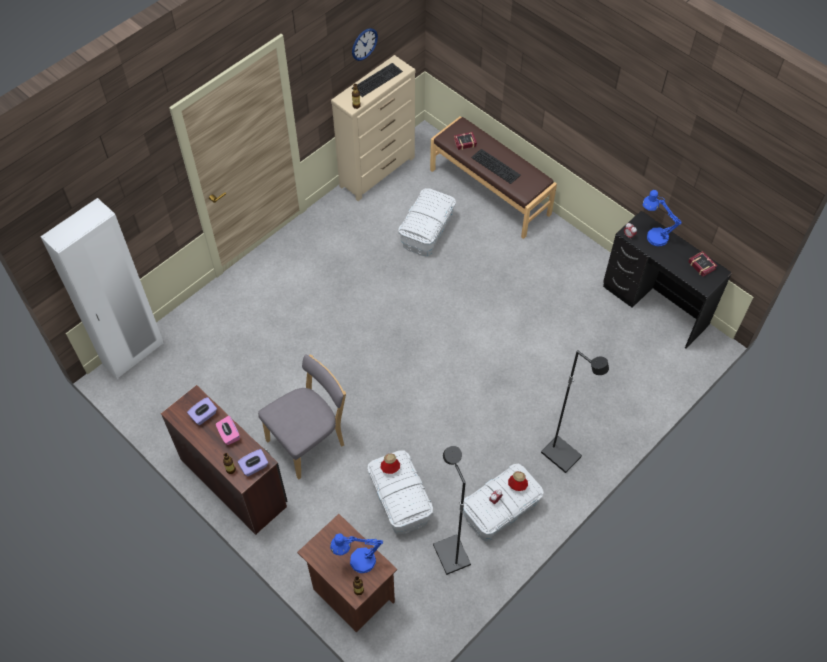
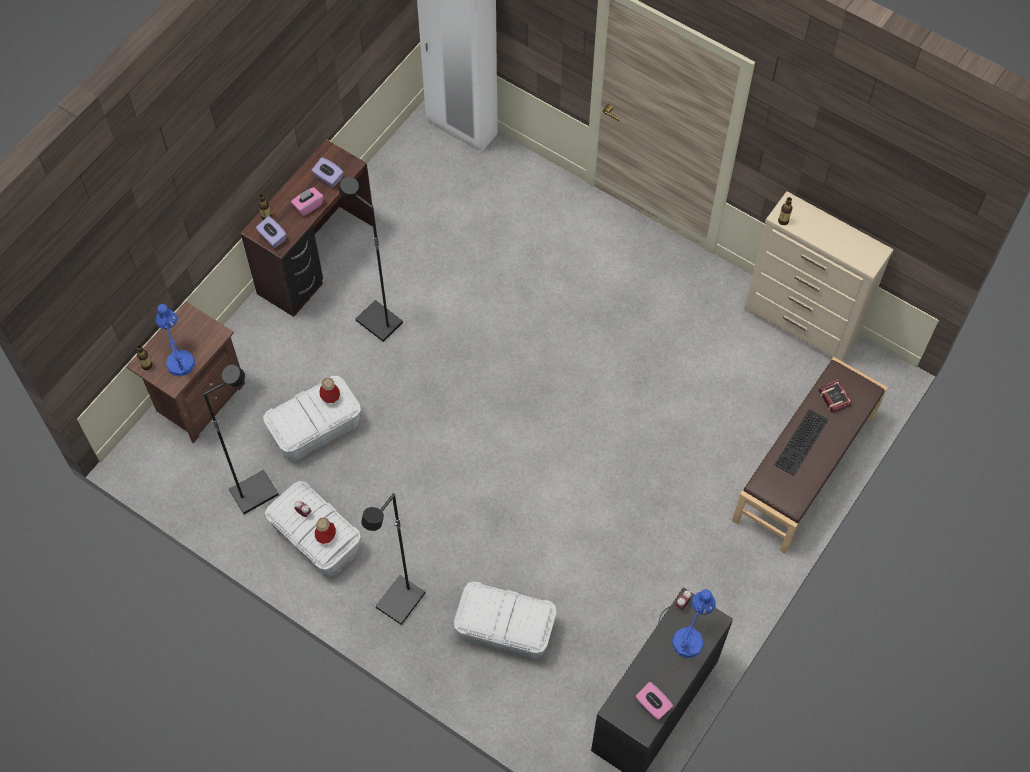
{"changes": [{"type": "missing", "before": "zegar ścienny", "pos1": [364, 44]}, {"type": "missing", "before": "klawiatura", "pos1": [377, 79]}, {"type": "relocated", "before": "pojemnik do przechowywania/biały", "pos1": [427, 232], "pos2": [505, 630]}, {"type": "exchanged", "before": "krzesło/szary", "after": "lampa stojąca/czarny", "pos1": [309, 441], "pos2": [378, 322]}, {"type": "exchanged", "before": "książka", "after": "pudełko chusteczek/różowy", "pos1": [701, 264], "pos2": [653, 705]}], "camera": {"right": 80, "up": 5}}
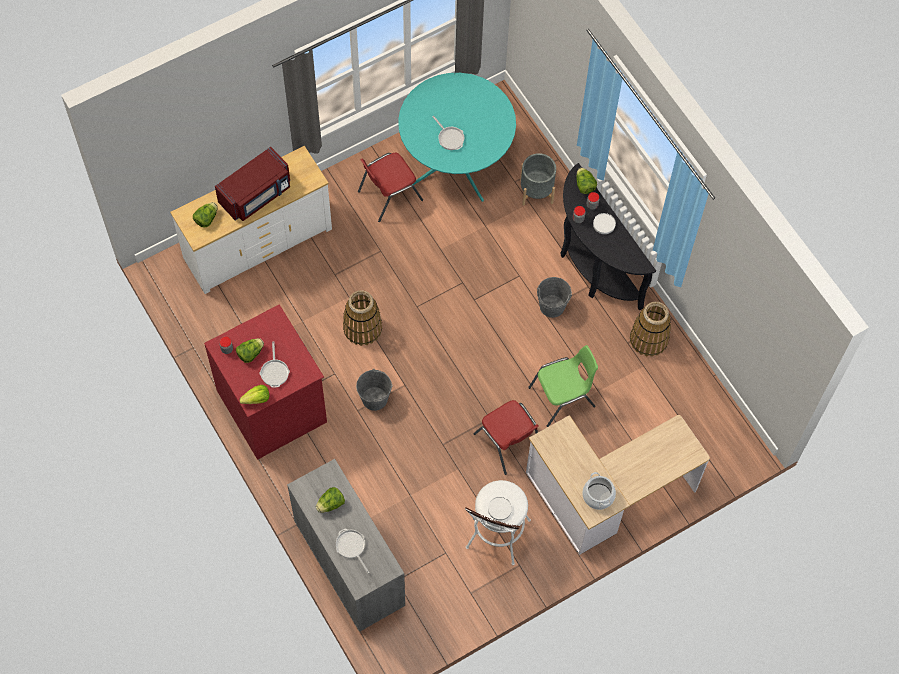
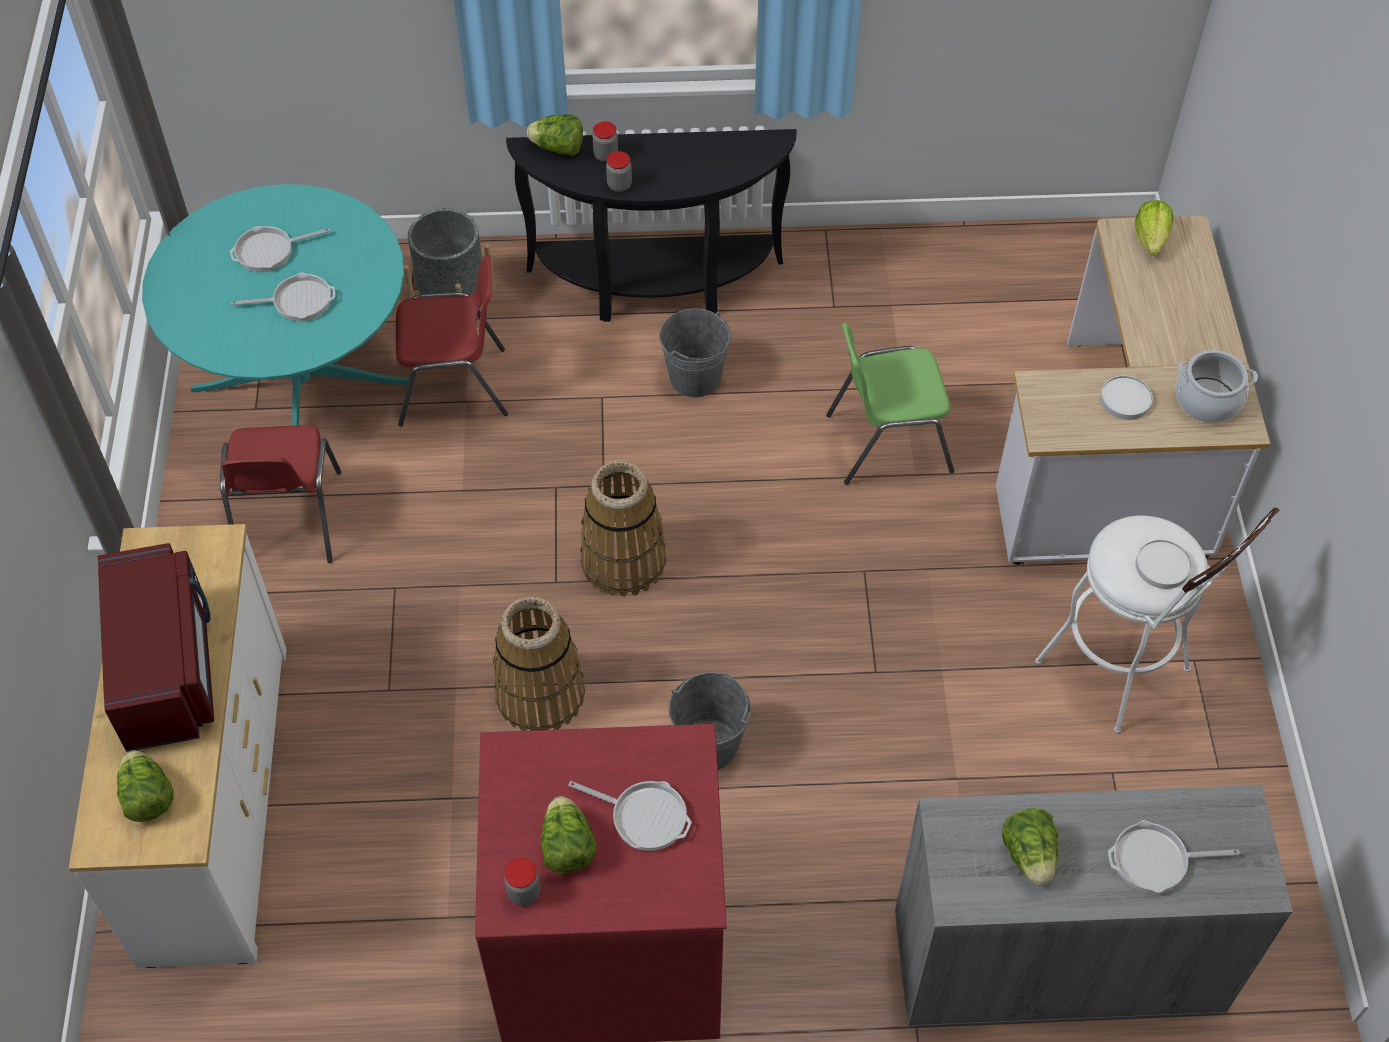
{"changes": [{"type": "appeared", "after": "patelnia", "pos2": [269, 251]}, {"type": "relocated", "before": "sałata", "pos1": [257, 399], "pos2": [1151, 239]}, {"type": "relocated", "before": "krzesło/czerwony", "pos1": [508, 443], "pos2": [454, 386]}, {"type": "relocated", "before": "talerz/biały", "pos1": [604, 224], "pos2": [1125, 399]}, {"type": "relocated", "before": "koszyk", "pos1": [649, 339], "pos2": [623, 561]}, {"type": "spun", "before": "krzesło/zielony", "pos1": [563, 397], "pos2": [886, 442], "turn": -105}], "camera": {"right": -60, "up": -10}}
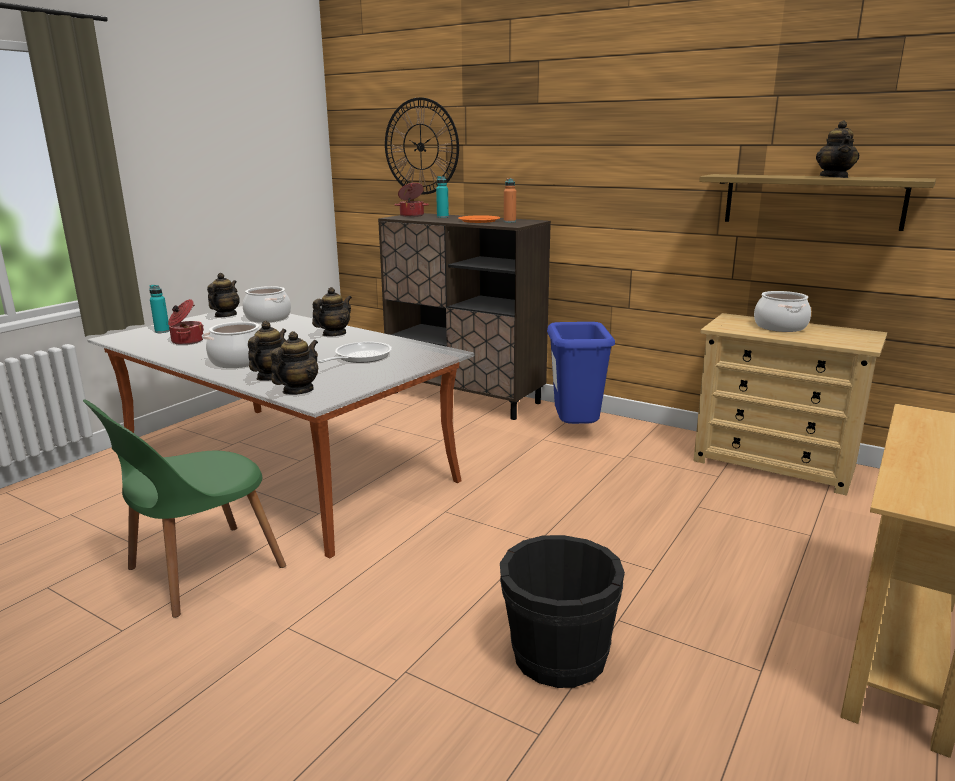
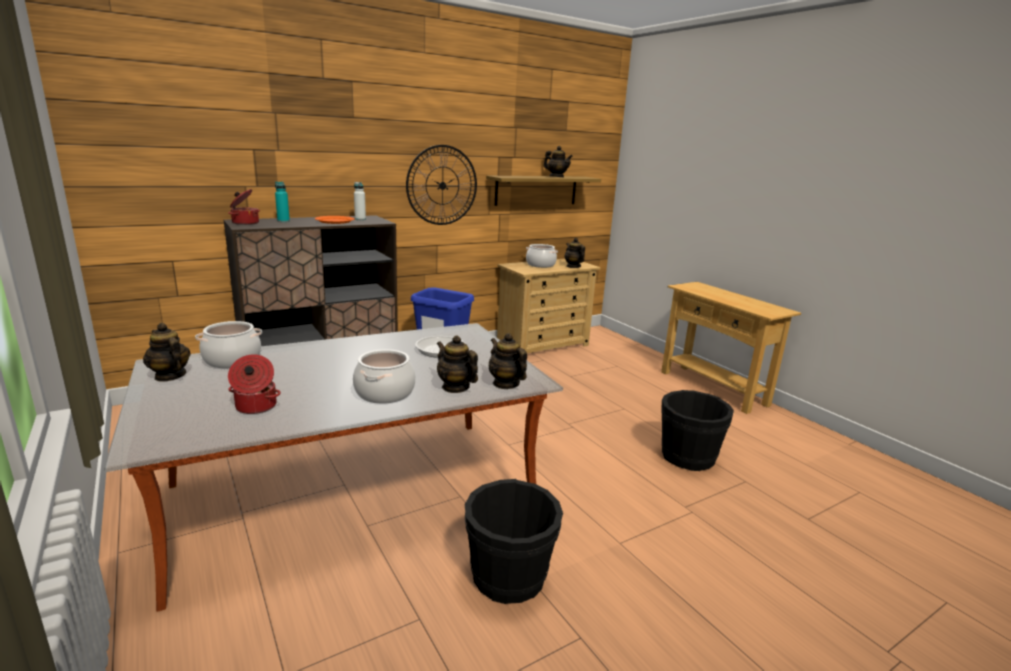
{"changes": [{"type": "missing", "before": "butelka/turkusowy", "pos1": [162, 331]}, {"type": "relocated", "before": "imbryk", "pos1": [334, 334], "pos2": [573, 266]}, {"type": "relocated", "before": "zegar ścienny", "pos1": [421, 147], "pos2": [442, 185]}, {"type": "exchanged", "before": "krzesło/zielony", "after": "wiadro/czarny", "pos1": [199, 570], "pos2": [509, 577]}, {"type": "colour", "before": "butelka/pomarańczowy", "after": "butelka/biały", "pos1": [509, 221], "pos2": [360, 219]}], "camera": {"right": -65, "up": 0}}
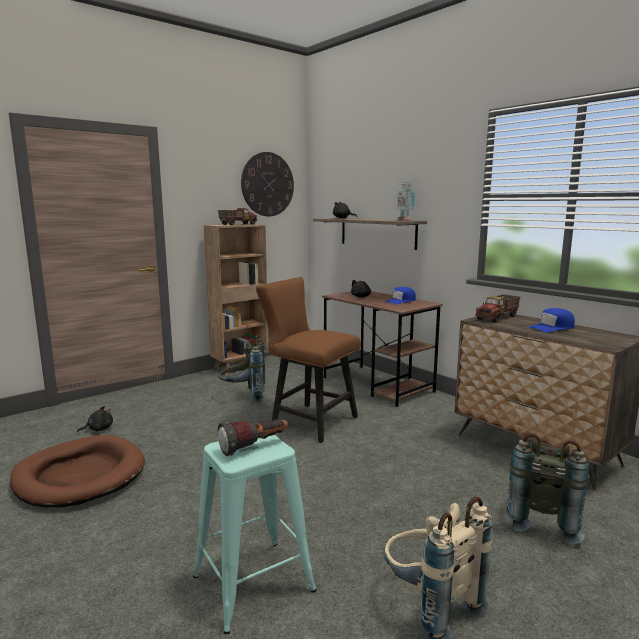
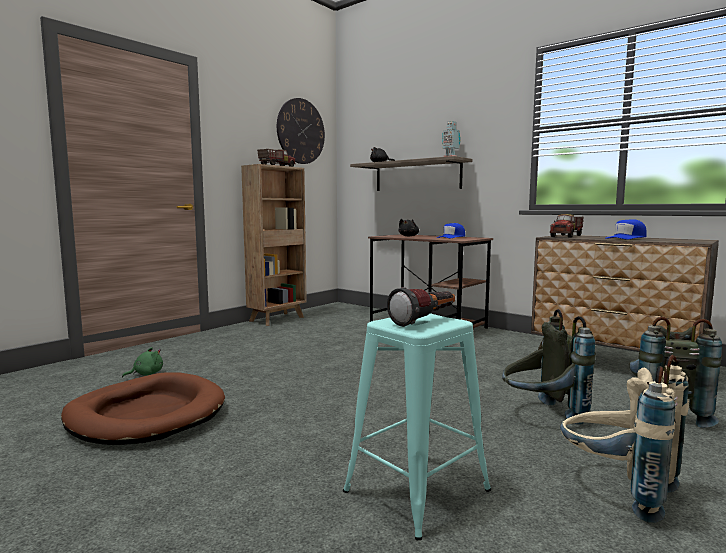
{"changes": [{"type": "missing", "before": "krzesło/brązowy", "pos1": [309, 420]}, {"type": "relocated", "before": "plecak/szary", "pos1": [244, 396], "pos2": [541, 415]}, {"type": "colour", "before": "pluszak/czarny", "after": "pluszak/zielony", "pos1": [98, 429], "pos2": [146, 374]}], "camera": {"right": -10, "up": -5}}
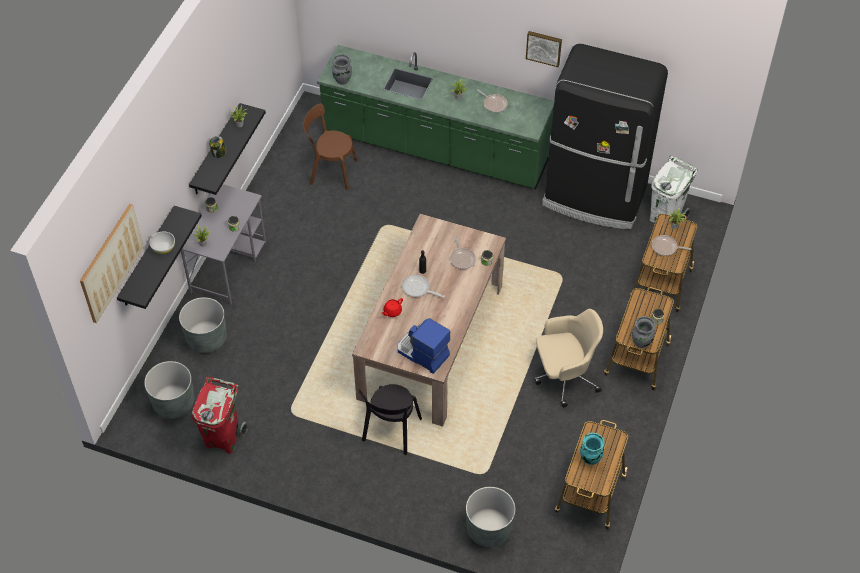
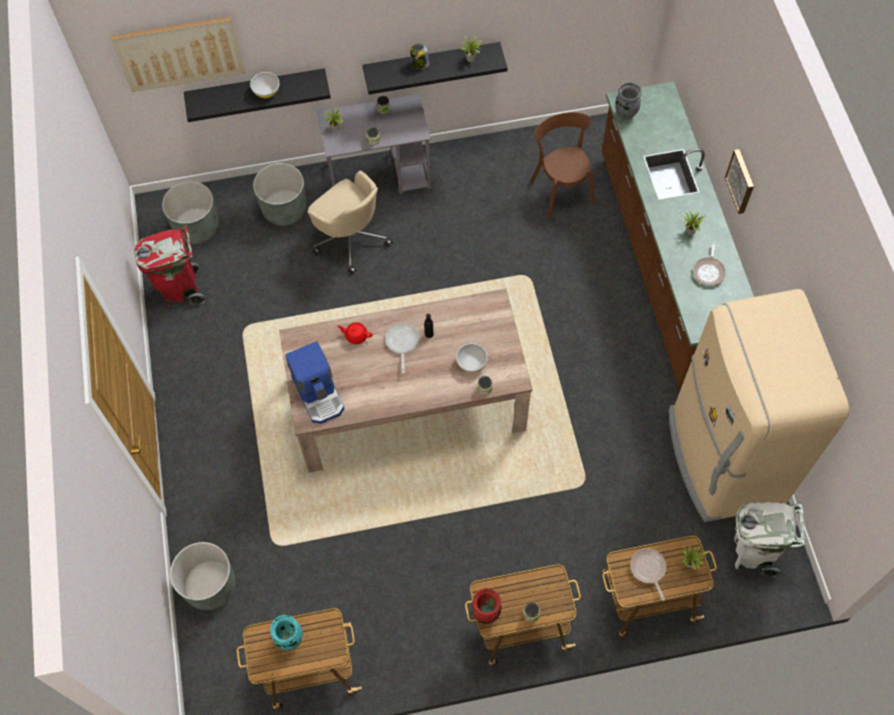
{"changes": [{"type": "missing", "before": "krzesło/czarny", "pos1": [391, 432]}, {"type": "relocated", "before": "obraz", "pos1": [544, 47], "pos2": [741, 181]}, {"type": "relocated", "before": "krzesło biurowe/beżowy", "pos1": [564, 376], "pos2": [350, 238]}, {"type": "exchanged", "before": "patelnia", "after": "miska/biały", "pos1": [462, 258], "pos2": [471, 362]}, {"type": "colour", "before": "zabudowa kuchenna/zielony", "after": "zabudowa kuchenna/brązowy", "pos1": [435, 150], "pos2": [664, 264]}, {"type": "colour", "before": "lodówka/czarny", "after": "lodówka/beżowy", "pos1": [595, 197], "pos2": [723, 458]}, {"type": "colour", "before": "wazon/szary", "after": "wazon/czerwony", "pos1": [641, 343], "pos2": [486, 613]}, {"type": "spun", "before": "ekspres do kawy", "pos1": [422, 353], "pos2": [319, 394], "turn": 150}], "camera": {"right": 60, "up": 10}}
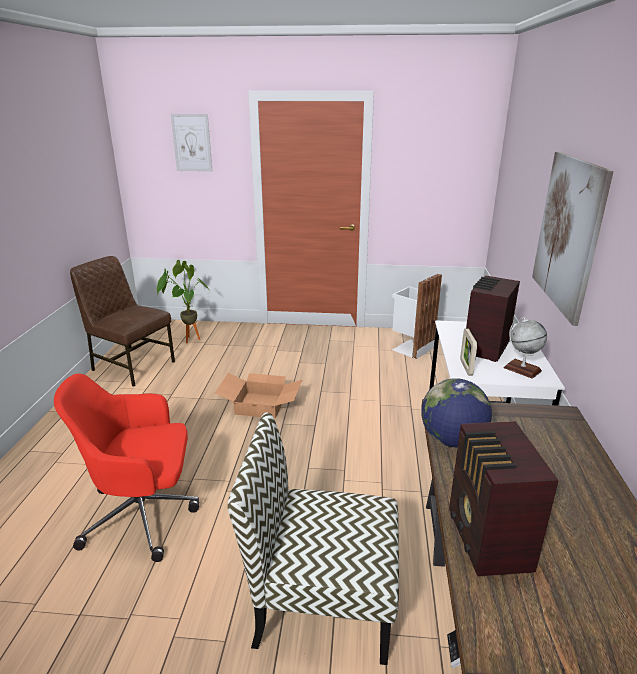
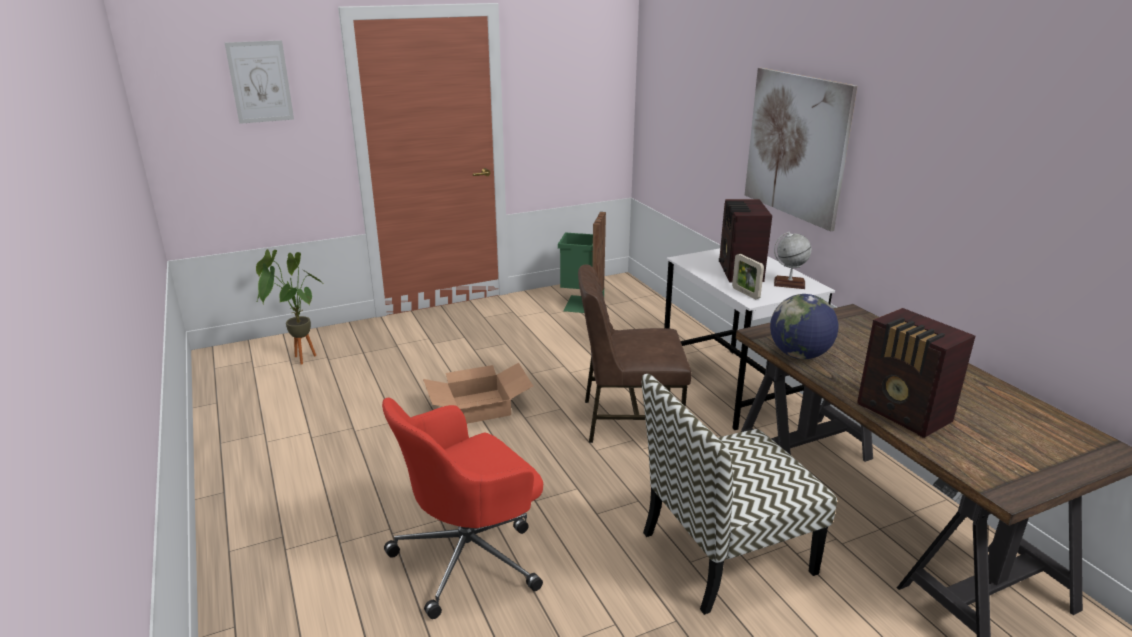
{"changes": [{"type": "relocated", "before": "krzesło/brązowy", "pos1": [132, 366], "pos2": [629, 420]}, {"type": "colour", "before": "kosz na śmieci/biały", "after": "kosz na śmieci/zielony", "pos1": [411, 348], "pos2": [581, 304]}], "camera": {"right": -30, "up": 0}}
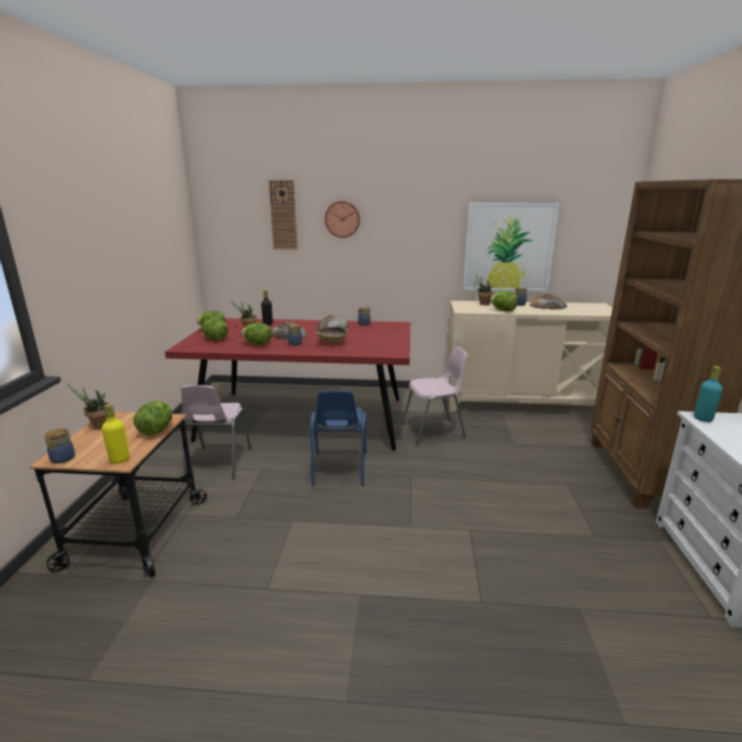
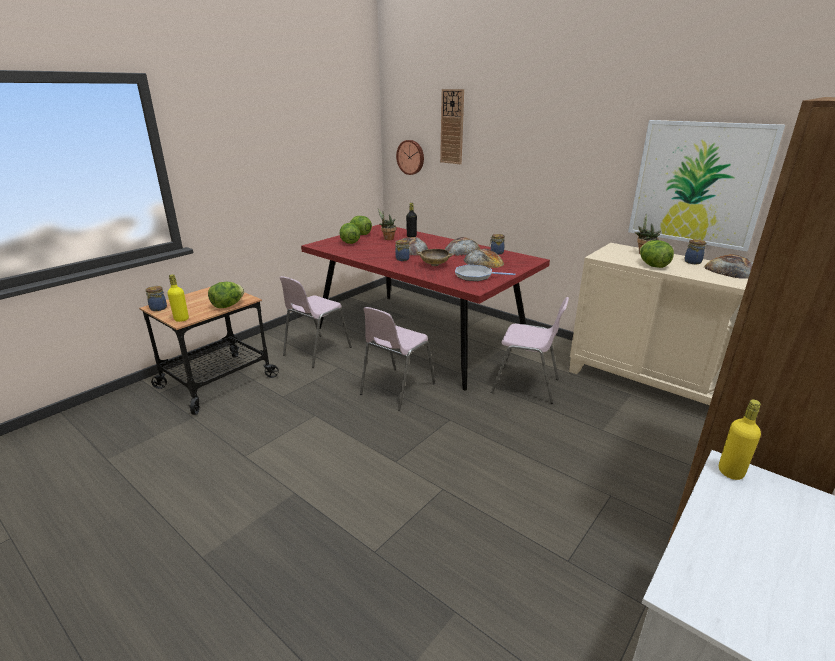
{"changes": [{"type": "missing", "before": "roślina doniczkowa", "pos1": [98, 425]}, {"type": "missing", "before": "sałata", "pos1": [257, 344]}, {"type": "appeared", "after": "patelnia", "pos2": [476, 276]}, {"type": "appeared", "after": "chleb", "pos2": [483, 262]}, {"type": "relocated", "before": "zegar ścienny", "pos1": [342, 219], "pos2": [411, 157]}, {"type": "colour", "before": "krzesło/niebieski", "after": "krzesło/różowy", "pos1": [339, 469], "pos2": [396, 389]}, {"type": "colour", "before": "butelka/turkusowy", "after": "butelka/żółty", "pos1": [703, 419], "pos2": [730, 472]}], "camera": {"right": 35, "up": 5}}
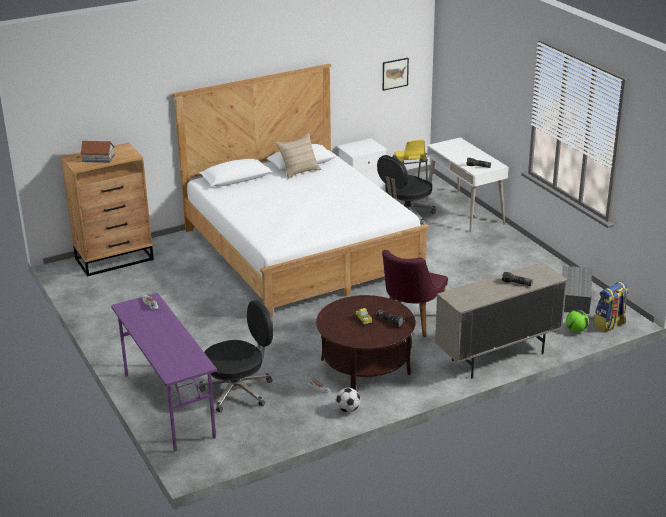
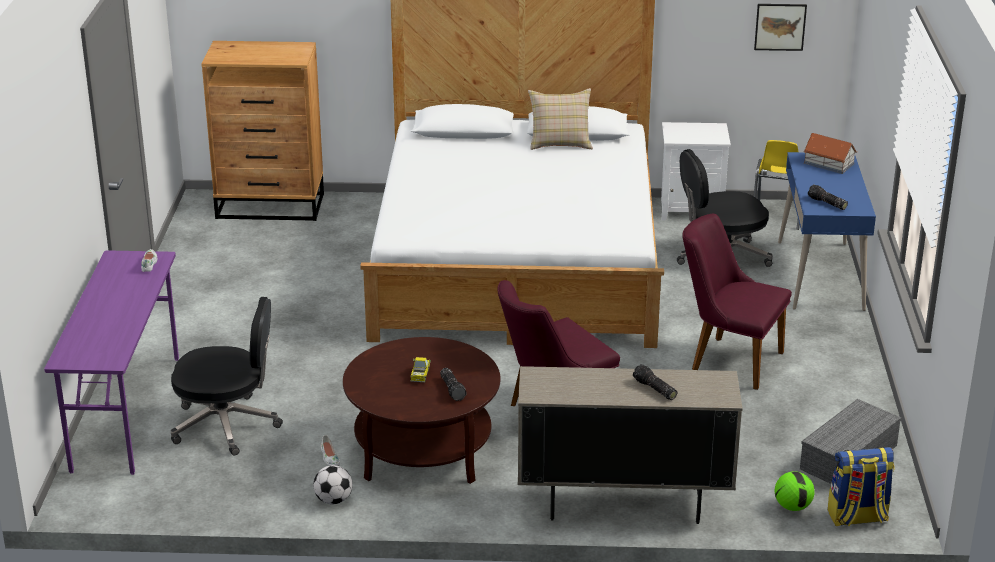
{"changes": [{"type": "appeared", "after": "krzesło/fioletowy", "pos2": [728, 359]}, {"type": "relocated", "before": "domek", "pos1": [98, 158], "pos2": [828, 163]}, {"type": "colour", "before": "biurko/biały", "after": "biurko/niebieski", "pos1": [464, 211], "pos2": [820, 275]}], "camera": {"right": 30, "up": 0}}
